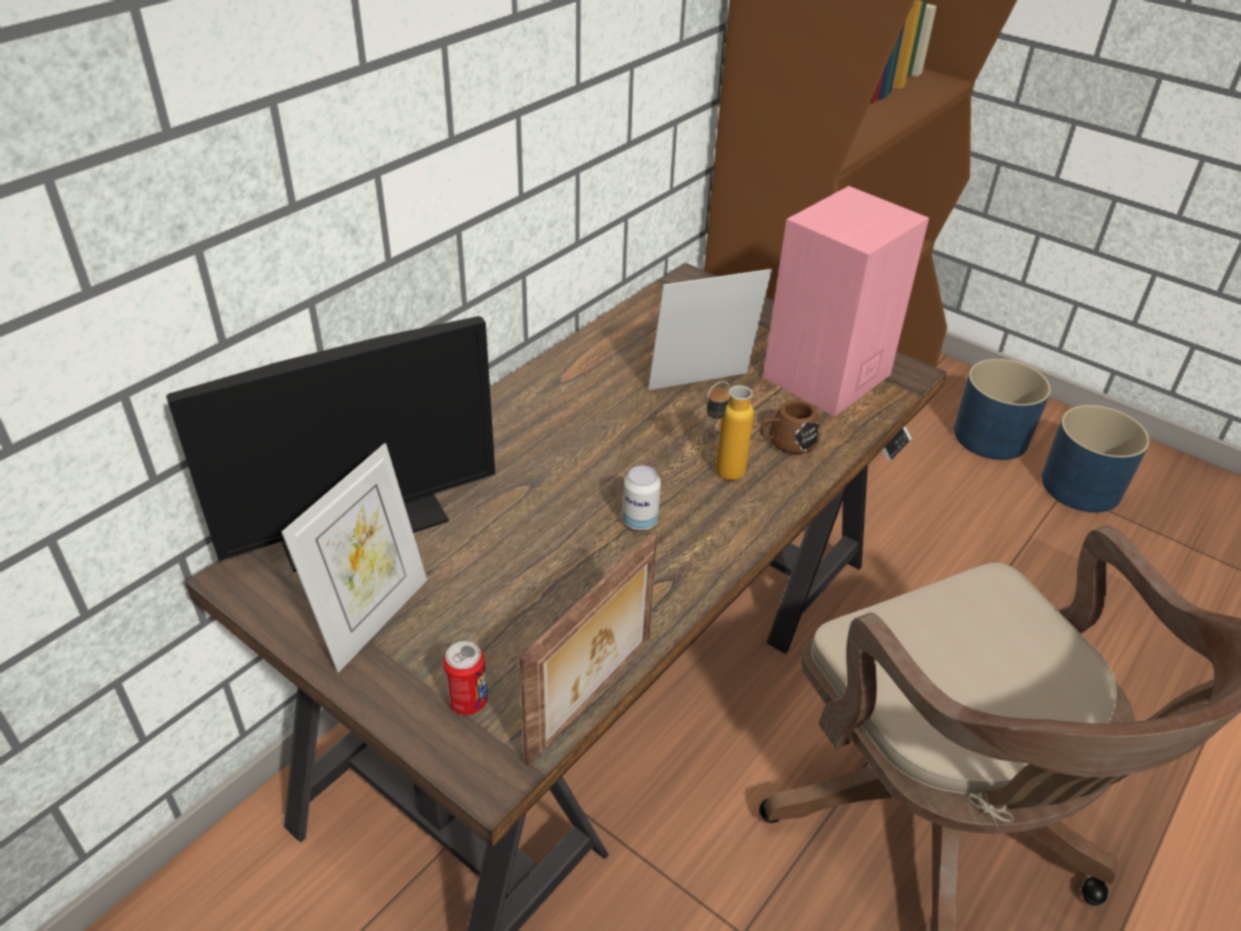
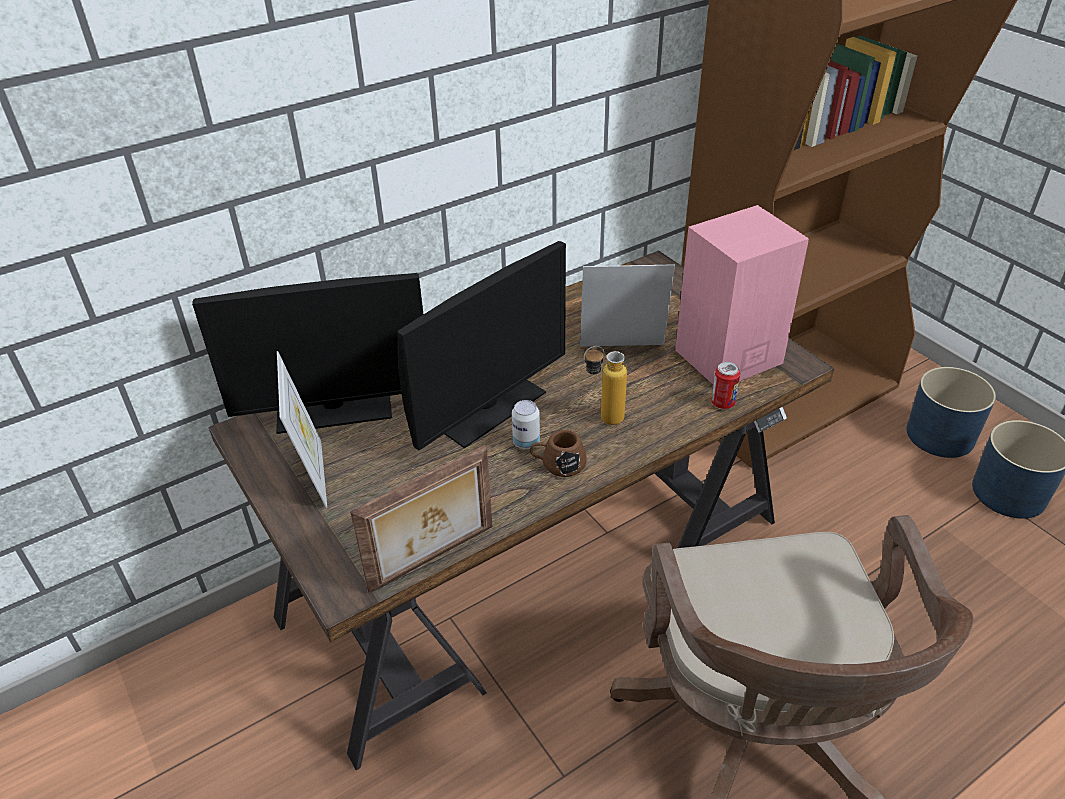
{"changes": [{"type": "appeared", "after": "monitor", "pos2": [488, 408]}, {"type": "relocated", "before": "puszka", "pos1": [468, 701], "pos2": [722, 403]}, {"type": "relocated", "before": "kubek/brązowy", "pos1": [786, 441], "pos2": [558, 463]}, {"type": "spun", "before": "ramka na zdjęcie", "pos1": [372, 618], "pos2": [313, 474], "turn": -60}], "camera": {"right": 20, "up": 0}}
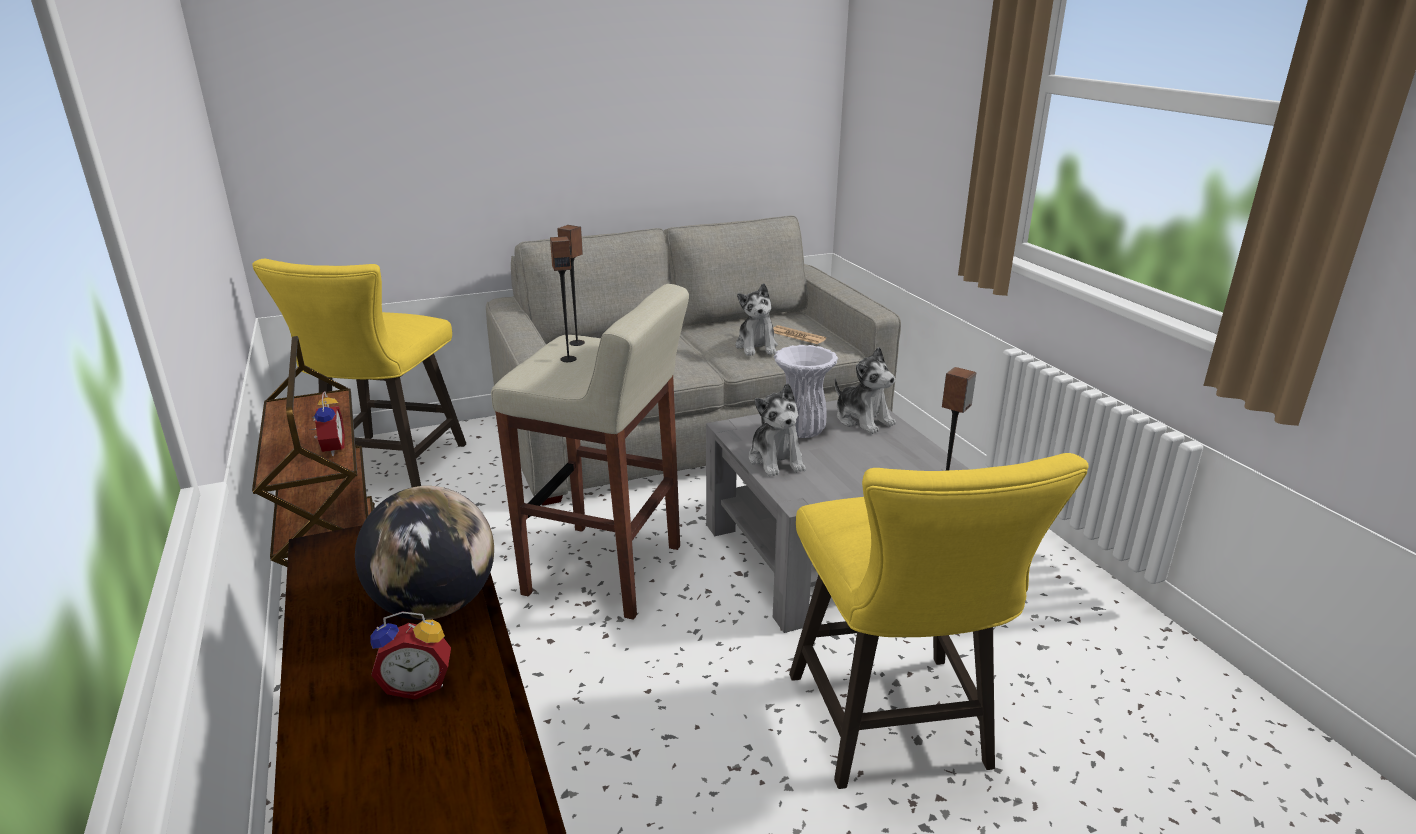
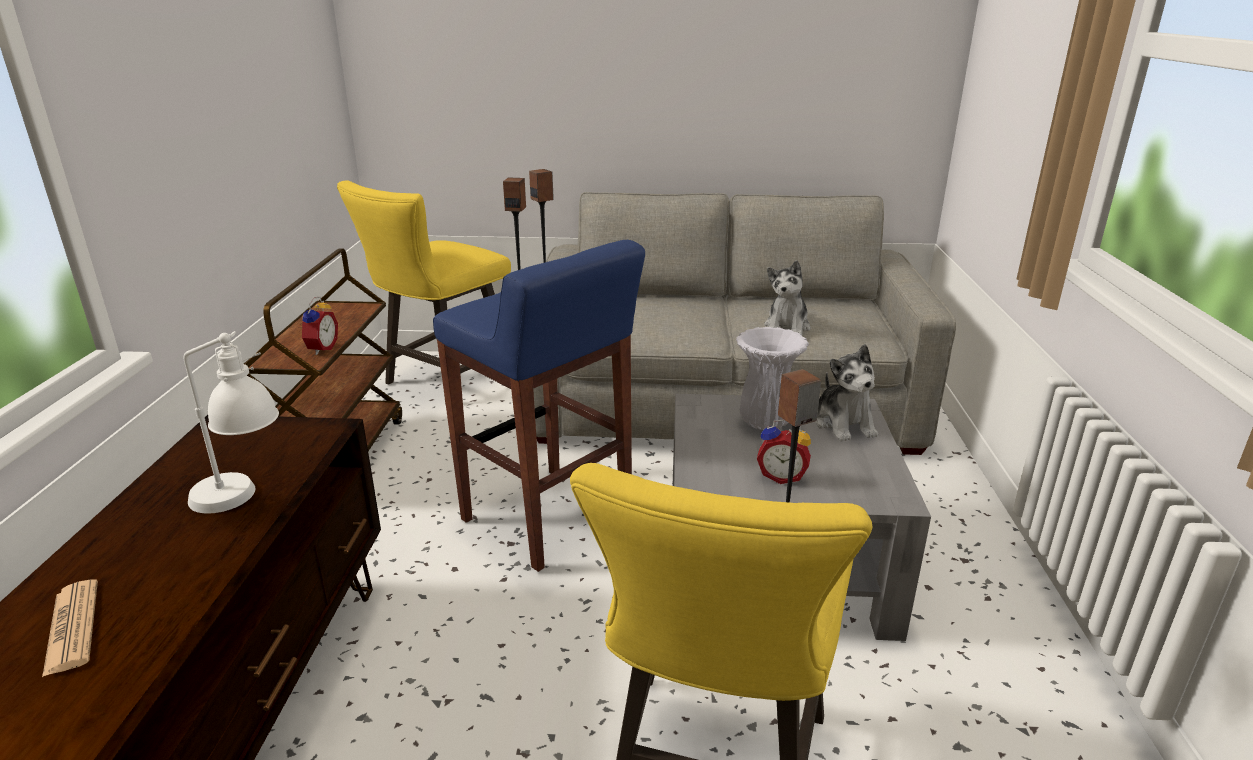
{"changes": [{"type": "missing", "before": "pluszak", "pos1": [776, 460]}, {"type": "relocated", "before": "budzik", "pos1": [418, 685], "pos2": [782, 476]}, {"type": "relocated", "before": "gazeta", "pos1": [797, 336], "pos2": [72, 627]}, {"type": "exchanged", "before": "globus", "after": "lampa stołowa/biały", "pos1": [435, 605], "pos2": [244, 500]}, {"type": "colour", "before": "stołek/beżowy", "after": "stołek/niebieski", "pos1": [606, 571], "pos2": [548, 518]}], "camera": {"right": 25, "up": 0}}
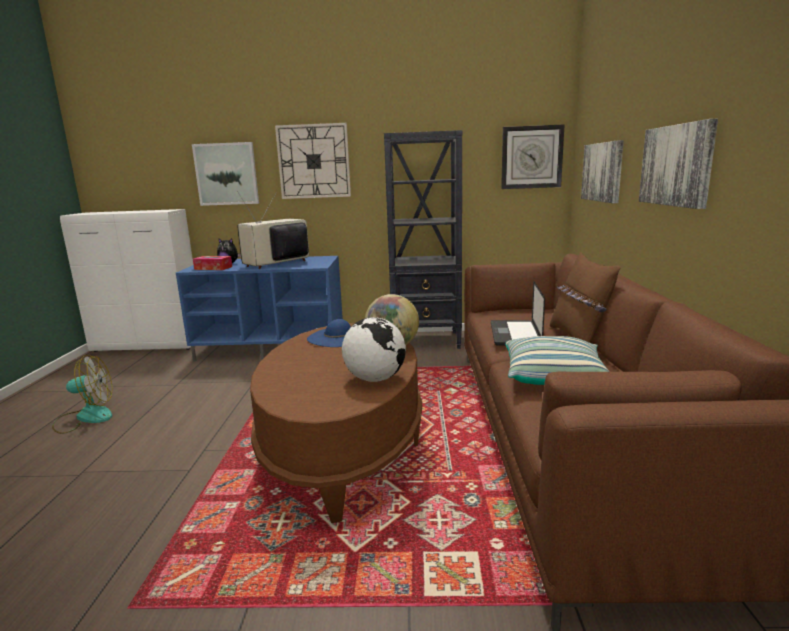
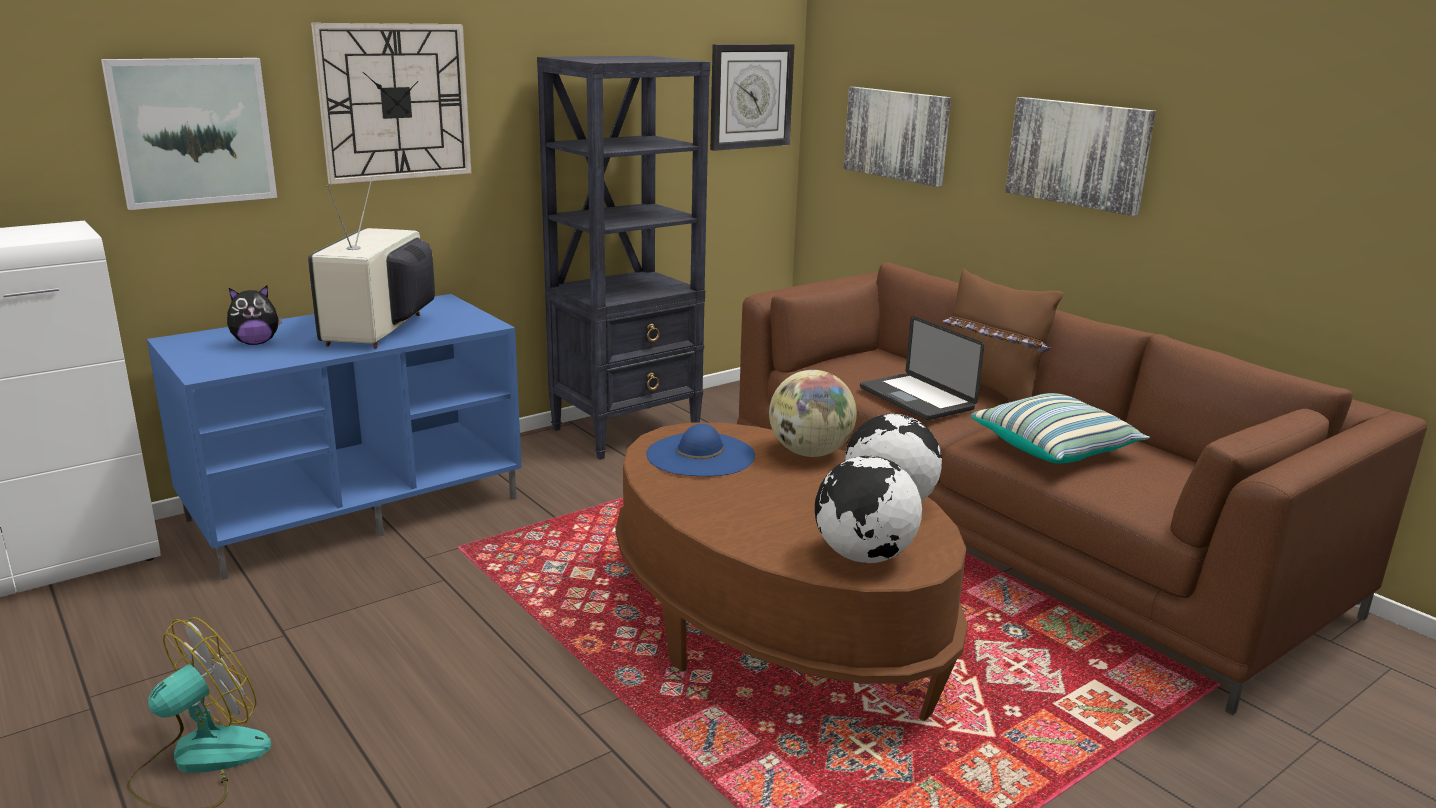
{"changes": [{"type": "missing", "before": "pudełko chusteczek", "pos1": [213, 268]}, {"type": "appeared", "after": "globus", "pos2": [863, 556]}], "camera": {"right": -40, "up": 5}}
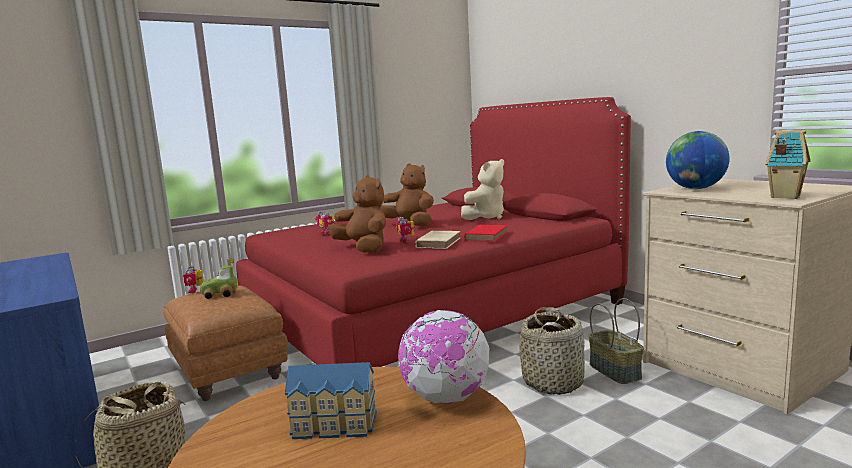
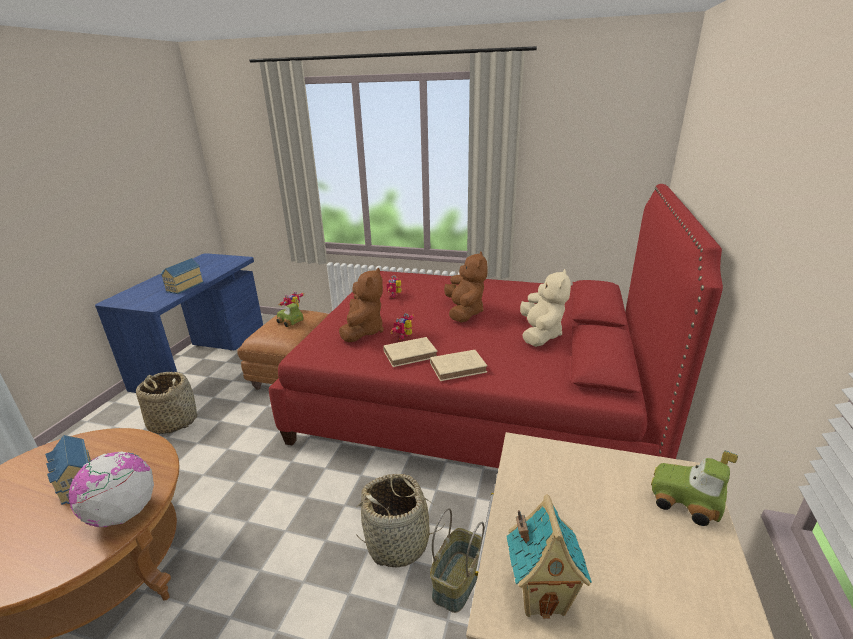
{"changes": [{"type": "missing", "before": "globus", "pos1": [695, 189]}, {"type": "appeared", "after": "domek", "pos2": [183, 287]}, {"type": "appeared", "after": "samochodzik", "pos2": [685, 502]}, {"type": "colour", "before": "książka/czerwony", "after": "książka/beżowy", "pos1": [486, 236], "pos2": [459, 367]}, {"type": "spun", "before": "pluszak/beżowy", "pos1": [486, 217], "pos2": [540, 335], "turn": -90}], "camera": {"right": 50, "up": 15}}
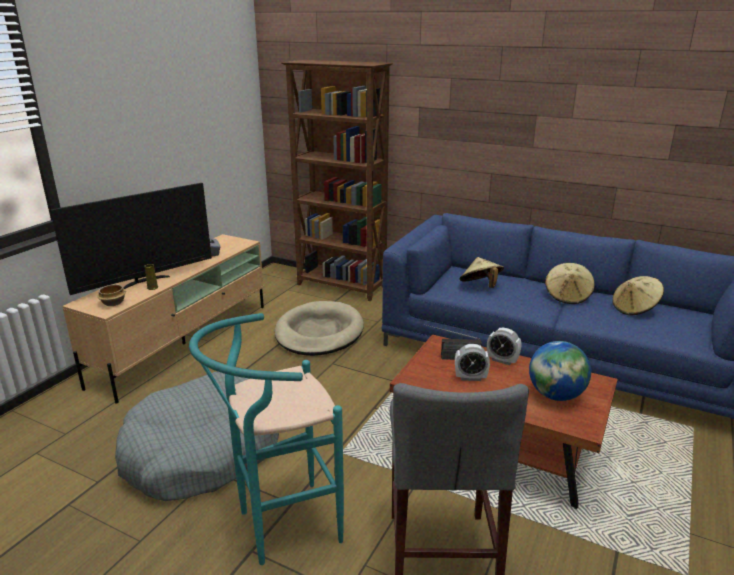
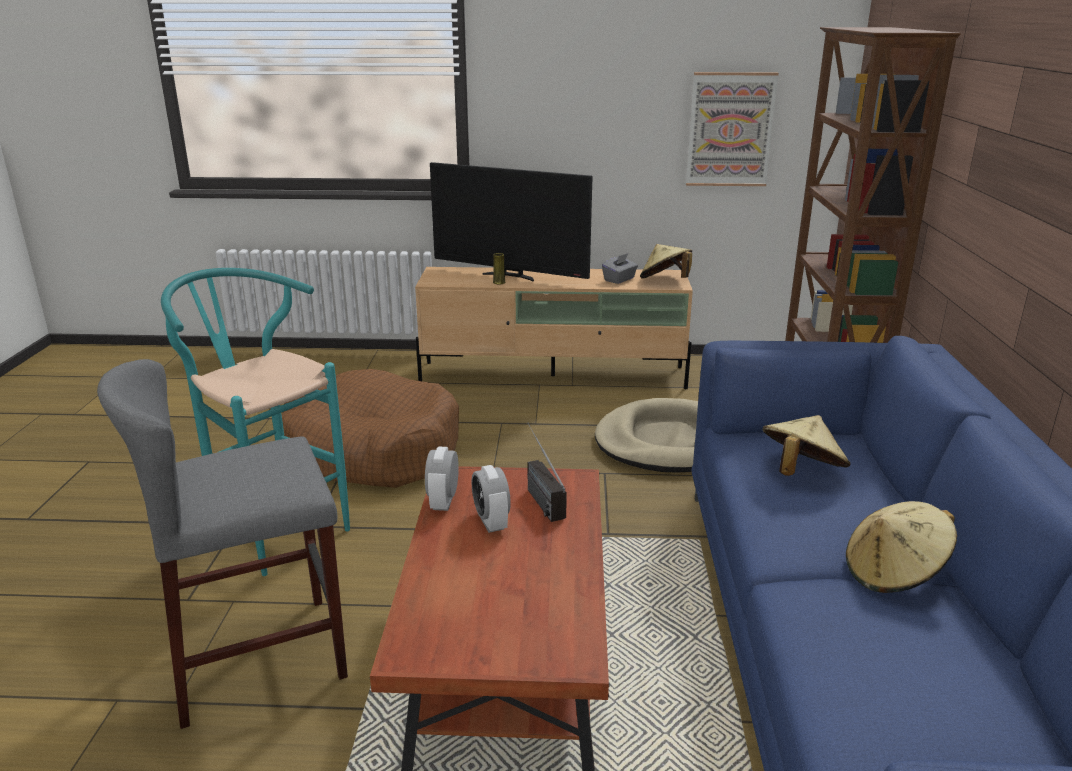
{"changes": [{"type": "missing", "before": "miska", "pos1": [114, 303]}, {"type": "missing", "before": "globus", "pos1": [555, 395]}, {"type": "appeared", "after": "obraz", "pos2": [730, 130]}, {"type": "relocated", "before": "budzik", "pos1": [502, 360], "pos2": [443, 502]}, {"type": "relocated", "before": "kapelusz/beżowy", "pos1": [635, 309], "pos2": [665, 281]}, {"type": "colour", "before": "legowisko/szary", "after": "legowisko/brązowy", "pos1": [203, 450], "pos2": [372, 450]}], "camera": {"right": 65, "up": 0}}
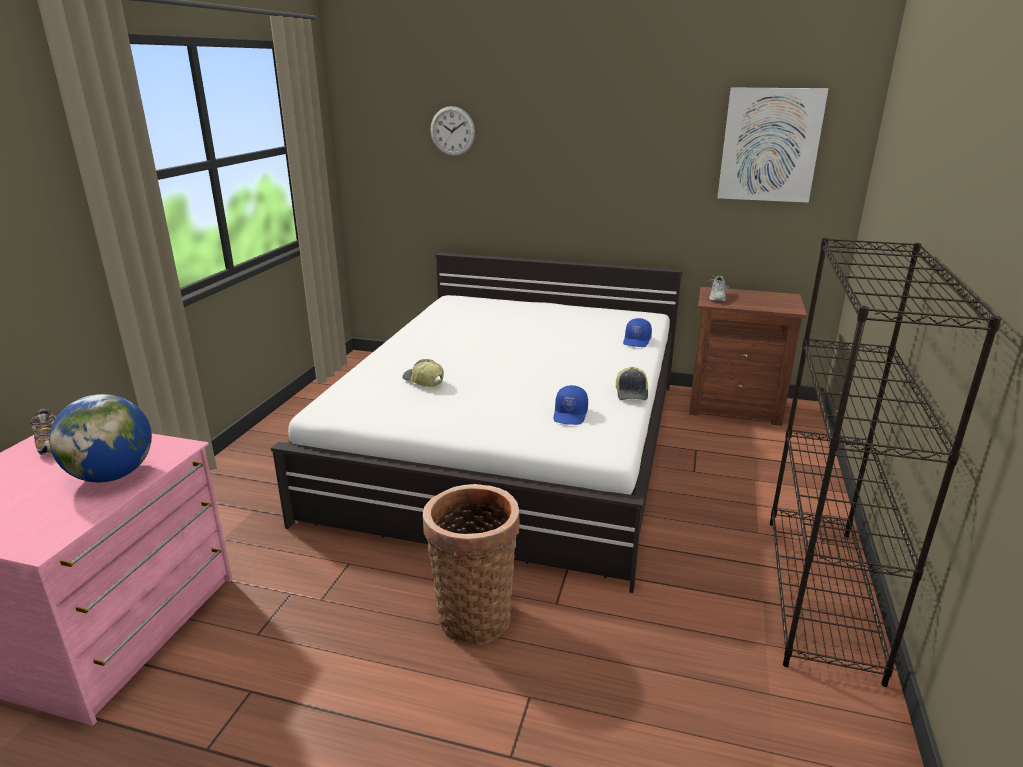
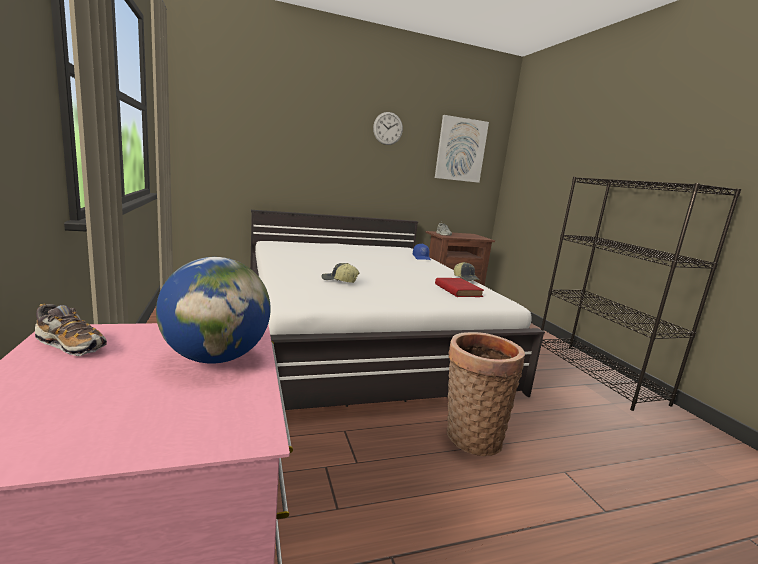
{"changes": [{"type": "relocated", "before": "zegar ścienny", "pos1": [452, 131], "pos2": [388, 128]}, {"type": "exchanged", "before": "czapka z daszkiem/niebieski", "after": "książka/czerwony", "pos1": [571, 415], "pos2": [457, 290]}], "camera": {"right": -35, "up": -10}}
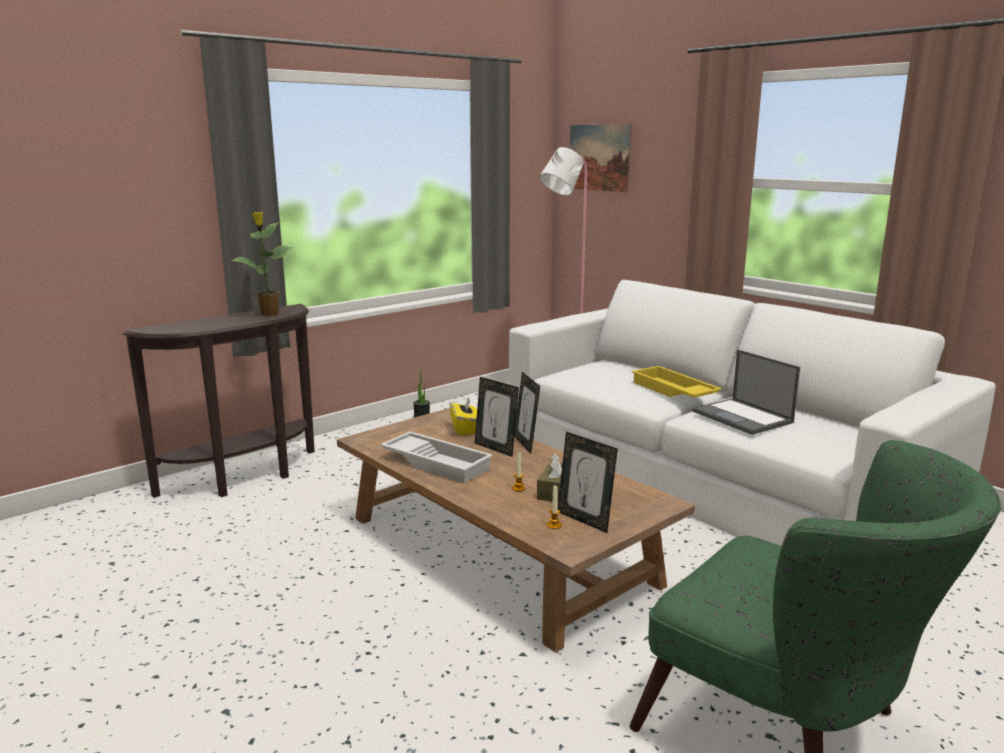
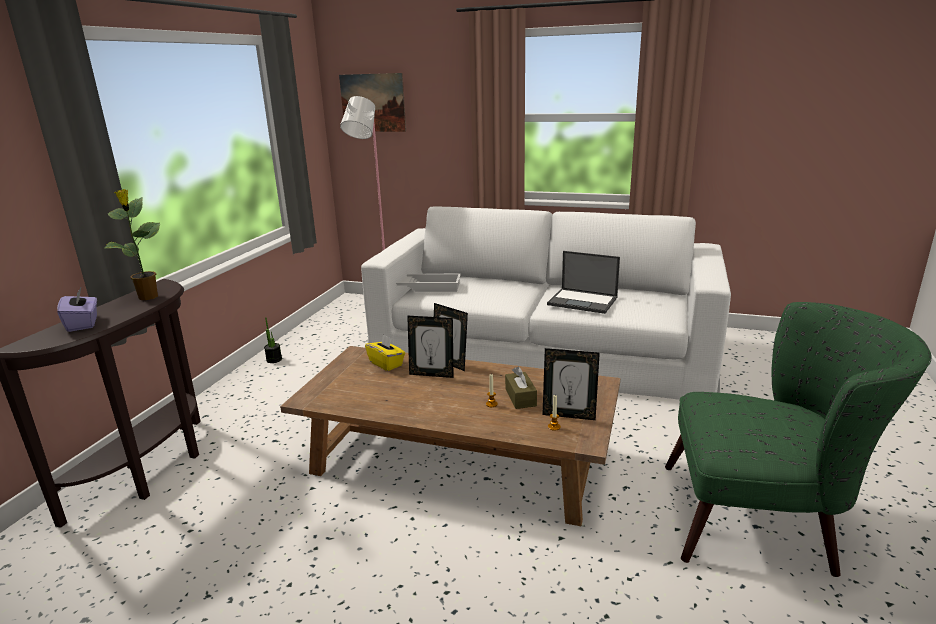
{"changes": [{"type": "missing", "before": "taca/żółty", "pos1": [672, 391]}, {"type": "appeared", "after": "pudełko chusteczek/fioletowy", "pos2": [83, 323]}, {"type": "relocated", "before": "taca/biały", "pos1": [437, 463], "pos2": [426, 286]}], "camera": {"right": -30, "up": 5}}
